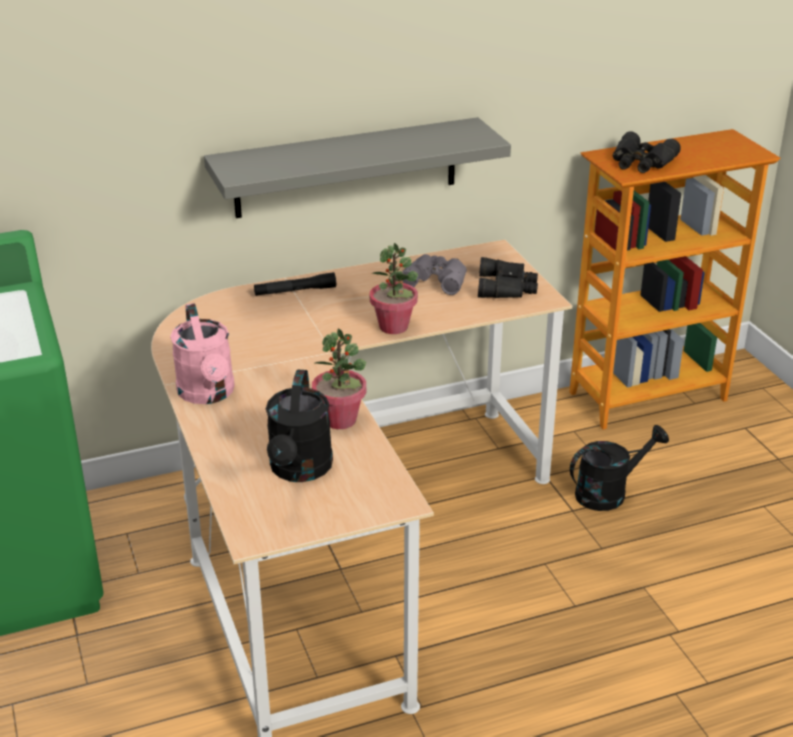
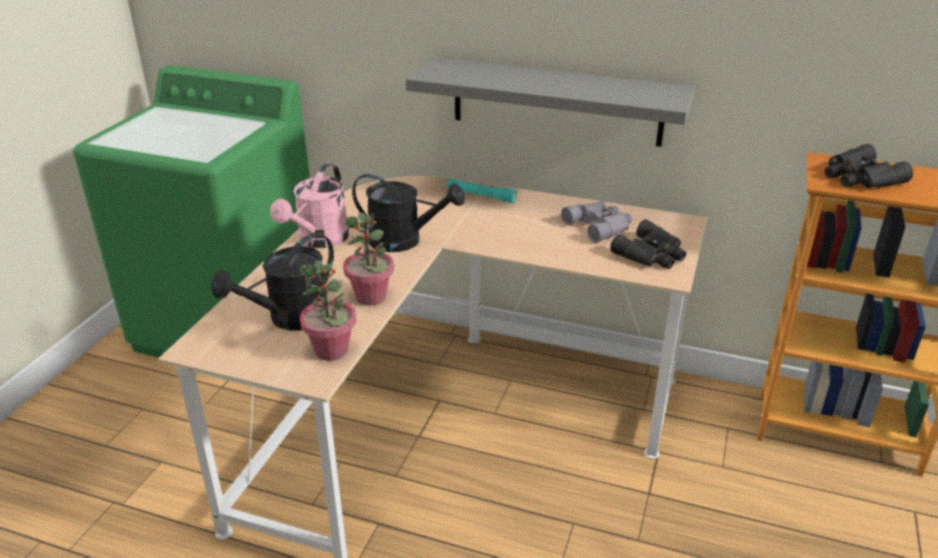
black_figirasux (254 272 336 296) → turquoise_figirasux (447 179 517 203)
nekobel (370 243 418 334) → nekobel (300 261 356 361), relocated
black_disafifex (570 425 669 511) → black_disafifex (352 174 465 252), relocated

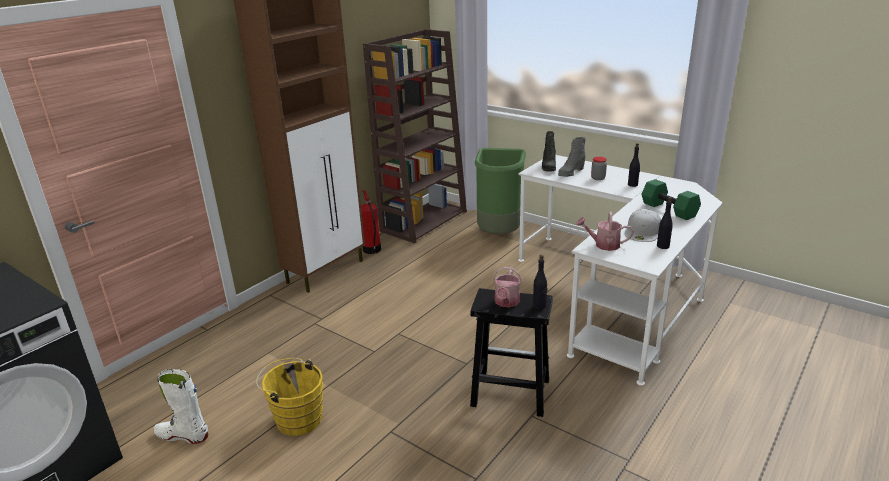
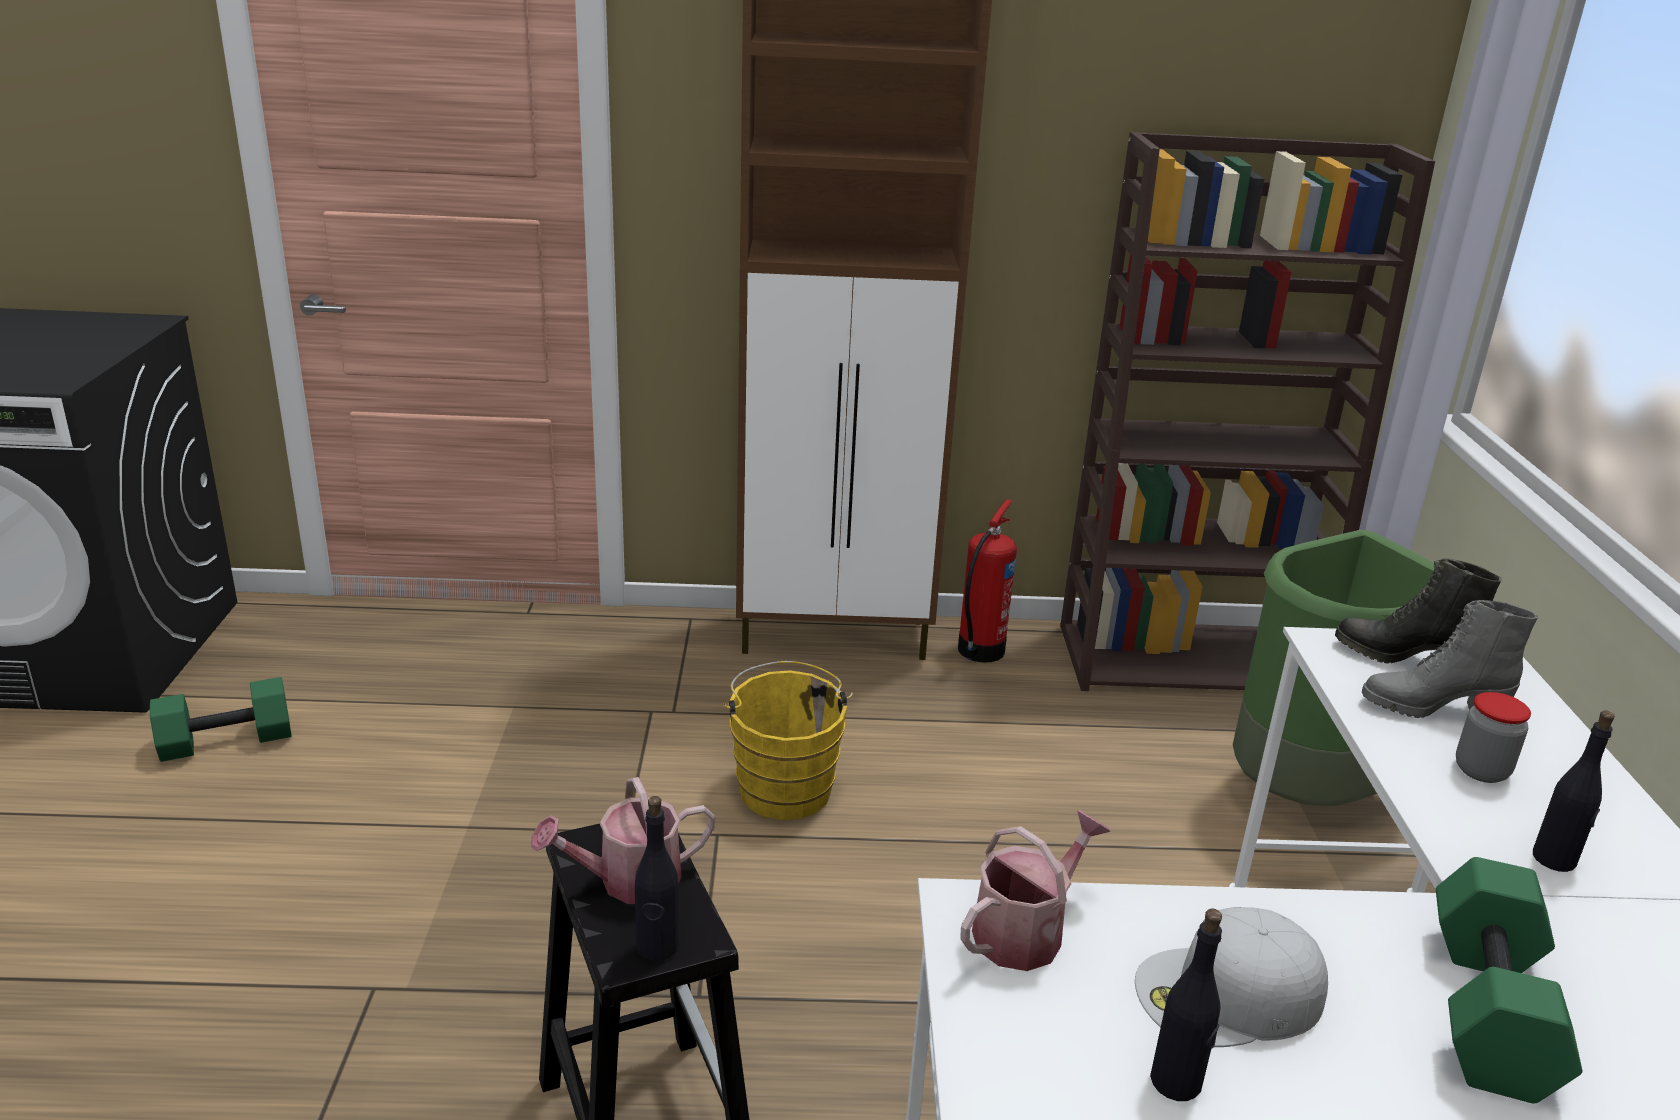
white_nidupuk (154 369 208 444) → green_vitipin (150 677 292 762)
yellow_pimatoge (256 358 323 436) → yellow_pimatoge (723 661 853 820), relocated
black_nidupuk (542 131 556 172) → black_nidupuk (1335 559 1502 663), 60 degrees clockwise
disafifex (576 212 634 251) → disafifex (960 810 1110 971), 75 degrees clockwise

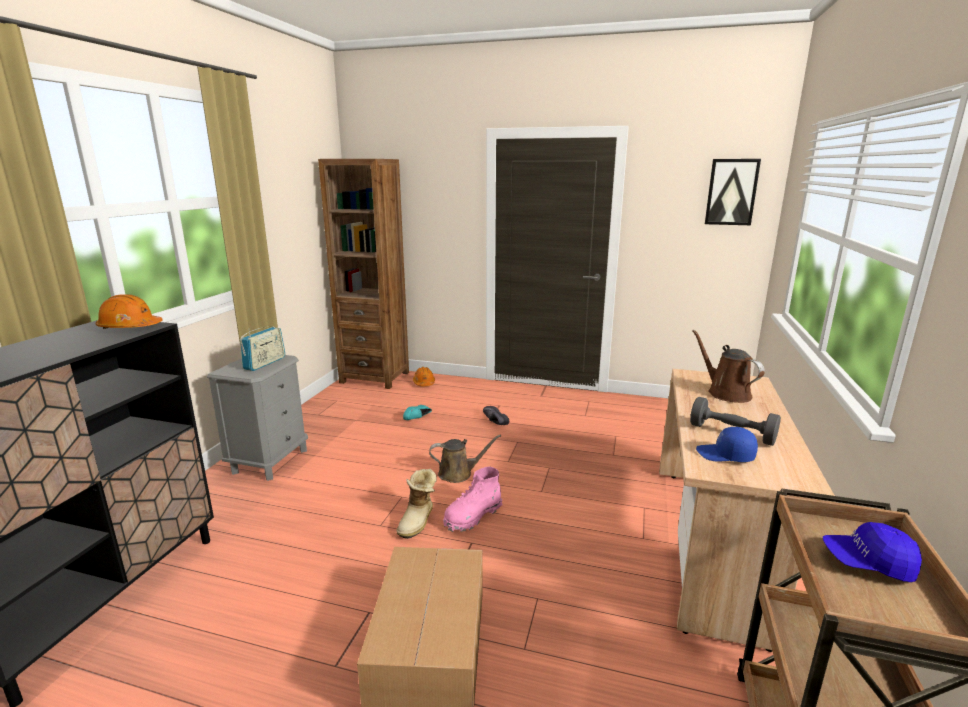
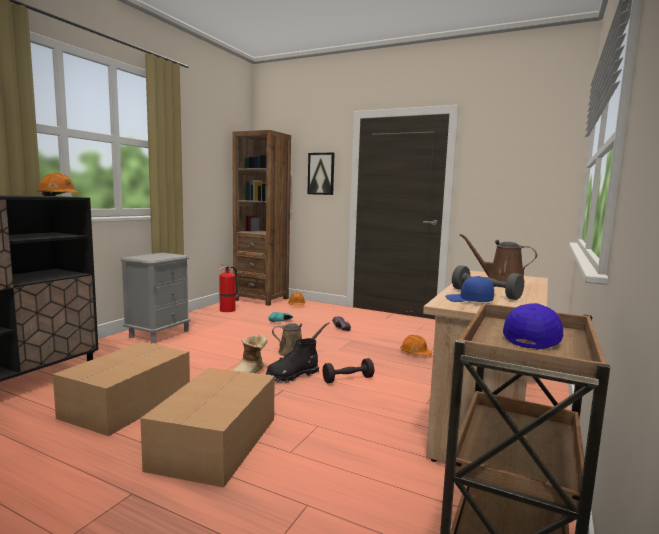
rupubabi (240 327 285 371) → -
pink_nidupuk (443 466 502 532) → black_nidupuk (266 338 319 383)
brown_disafifex (692 330 765 403) → brown_disafifex (460 234 537 283), 45 degrees counterclockwise
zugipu (705 159 761 225) → zugipu (307 152 335 195), relocated
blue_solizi (823 522 922 582) → blue_solizi (503 303 563 350), 105 degrees clockwise
- → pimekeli (53 342 190 436)
- → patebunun (219 264 239 312)
- → black_vitipin (323 358 374 383)
- → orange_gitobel (400 335 432 356)

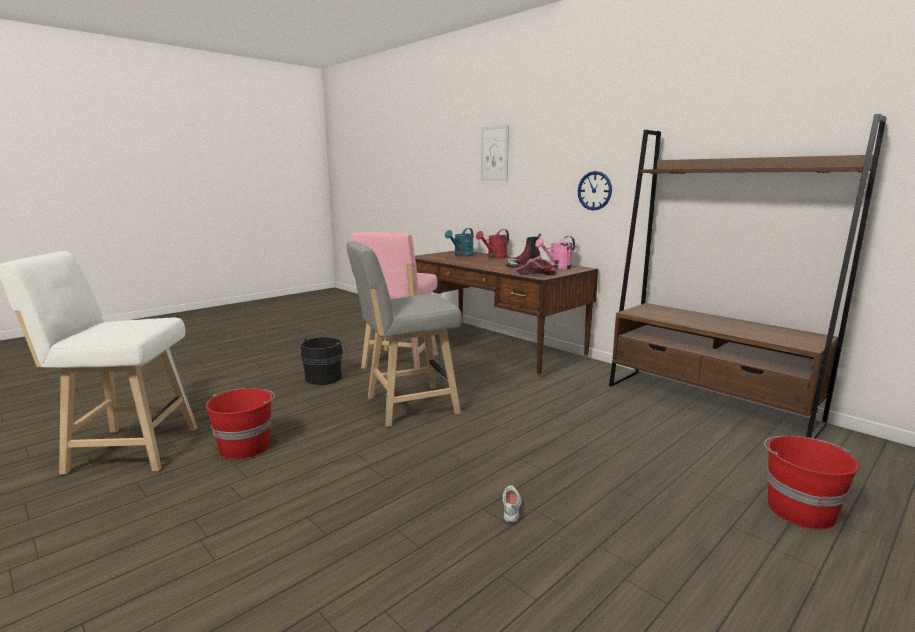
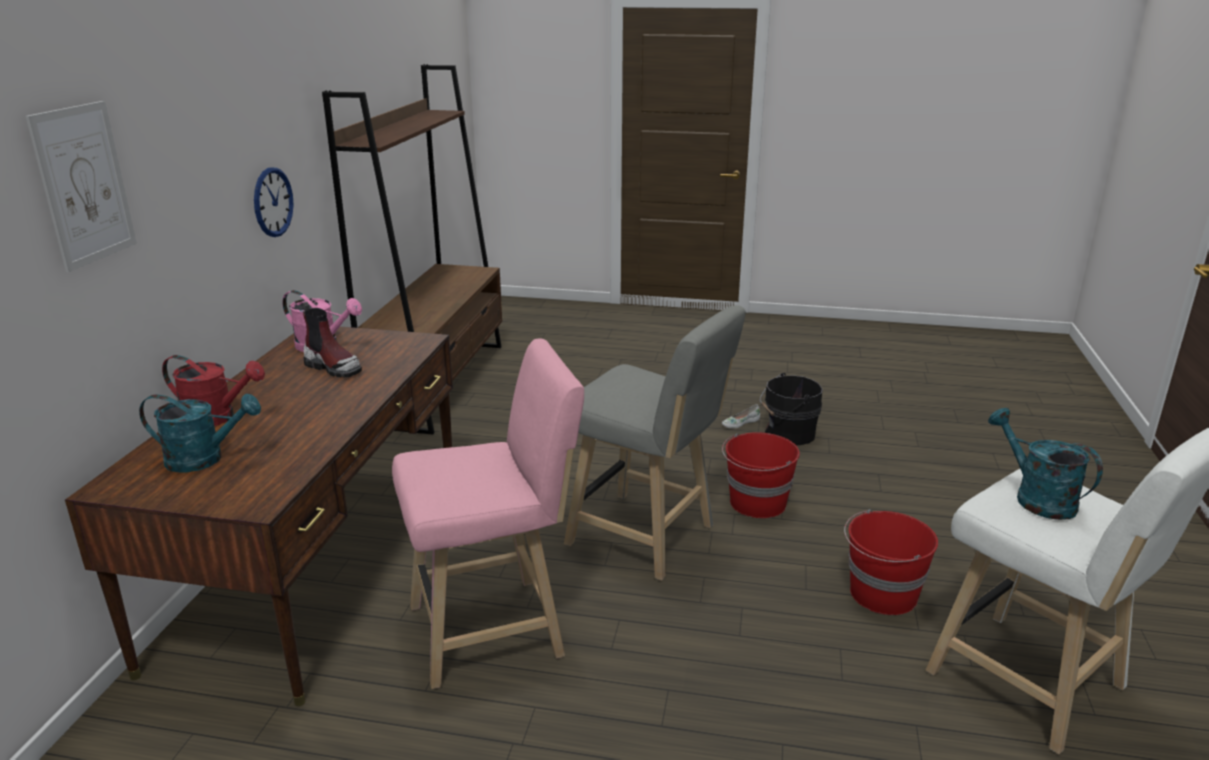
black_pimatoge (301 337 347 385) → black_pimatoge (760 373 823 445), relocated
solizi (515 258 556 275) → -
red_pimatoge (764 436 859 529) → red_pimatoge (722 432 800 518), relocated
- → turquoise_disafifex (988 408 1103 520)

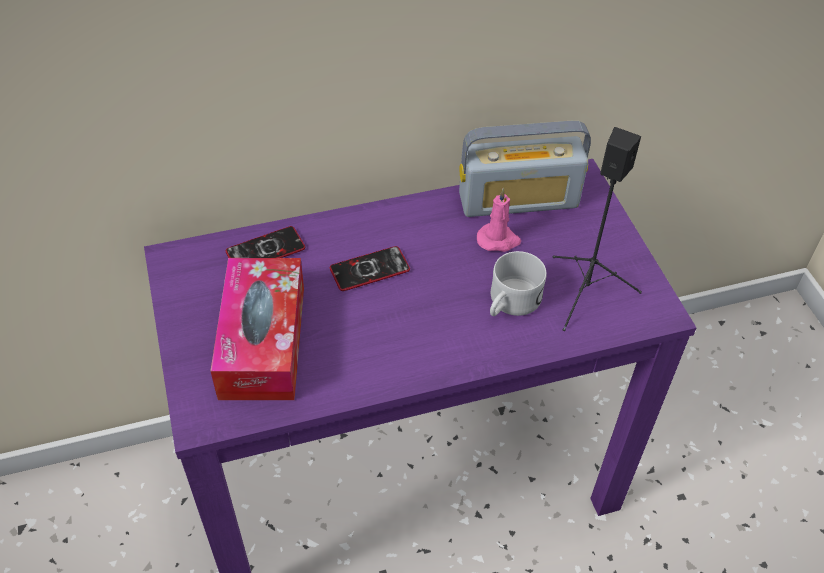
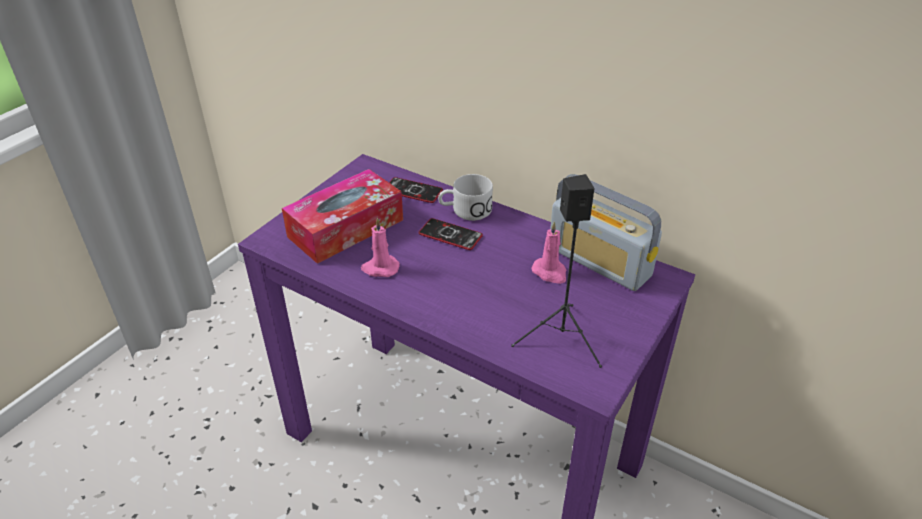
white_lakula (490 251 546 316) → white_lakula (438 174 493 221), relocated
- → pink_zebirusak (361 218 400 277)

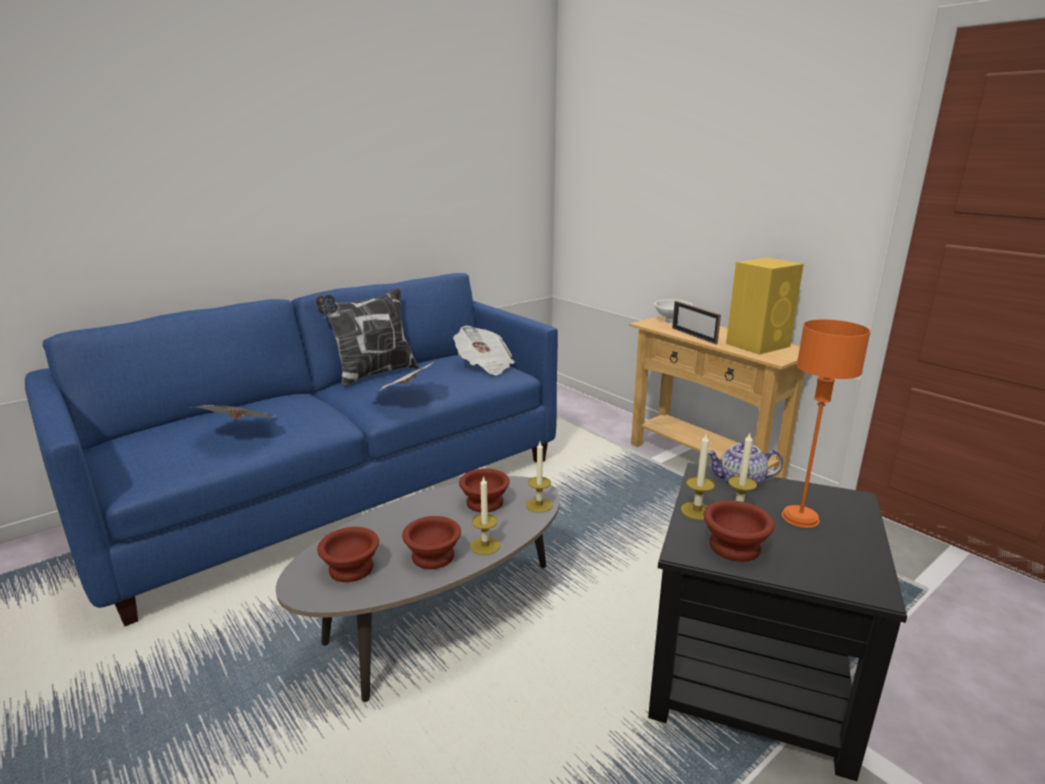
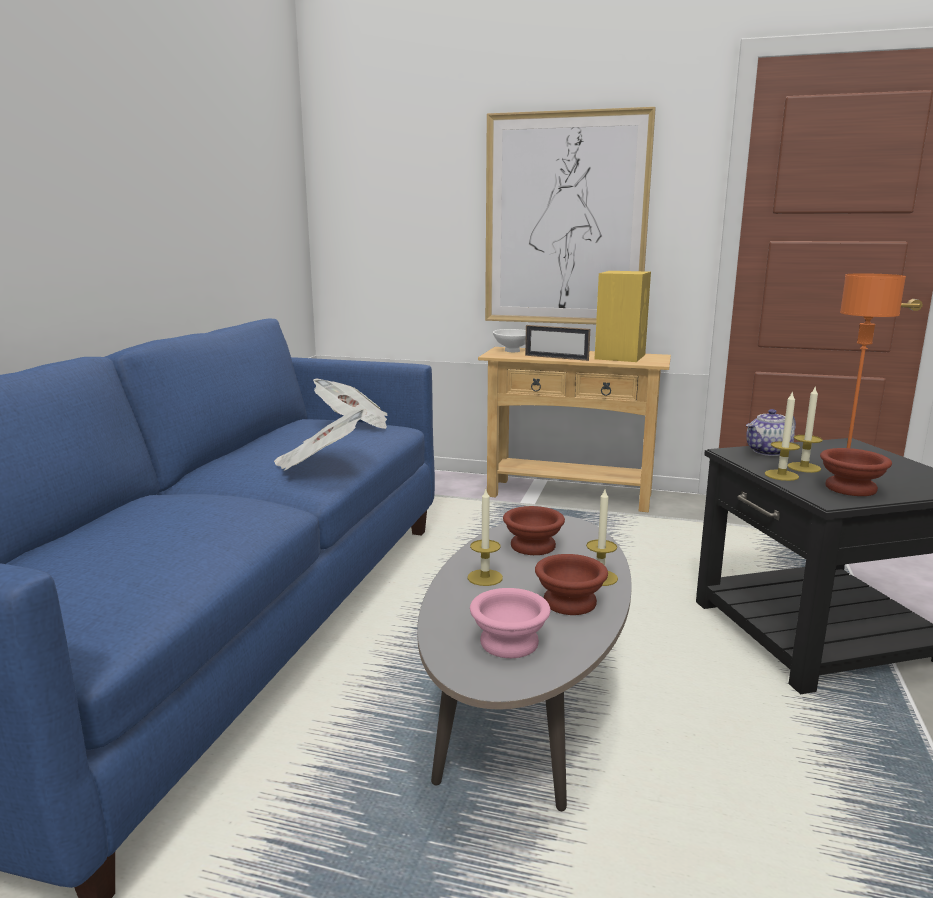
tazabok (190 405 274 419) → -
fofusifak (316 288 419 387) → -
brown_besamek (317 527 379 582) → pink_besamek (470 588 550 658)
zebirusak (526 442 553 513) → zebirusak (467 489 503 586), relocated
- → zugipu (485 107 656 324)

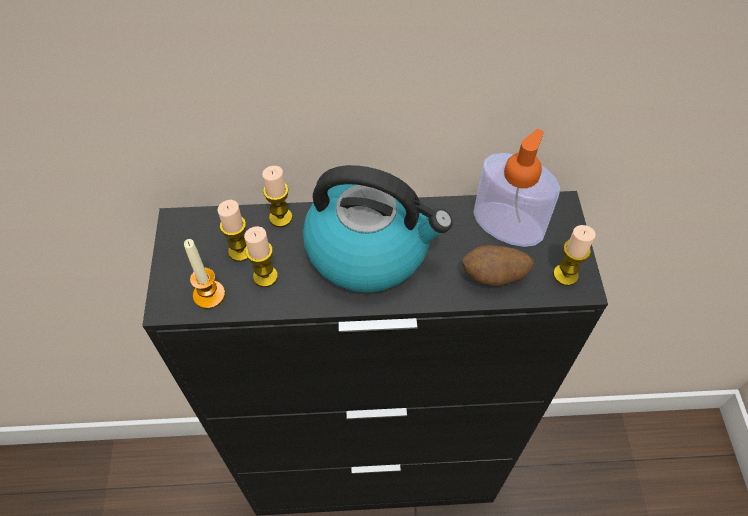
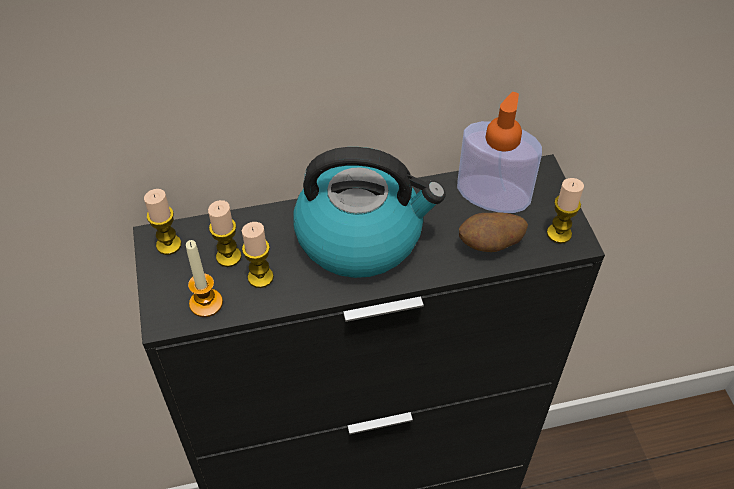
zebirusak (262 166 293 227) → zebirusak (144 189 182 255), relocated

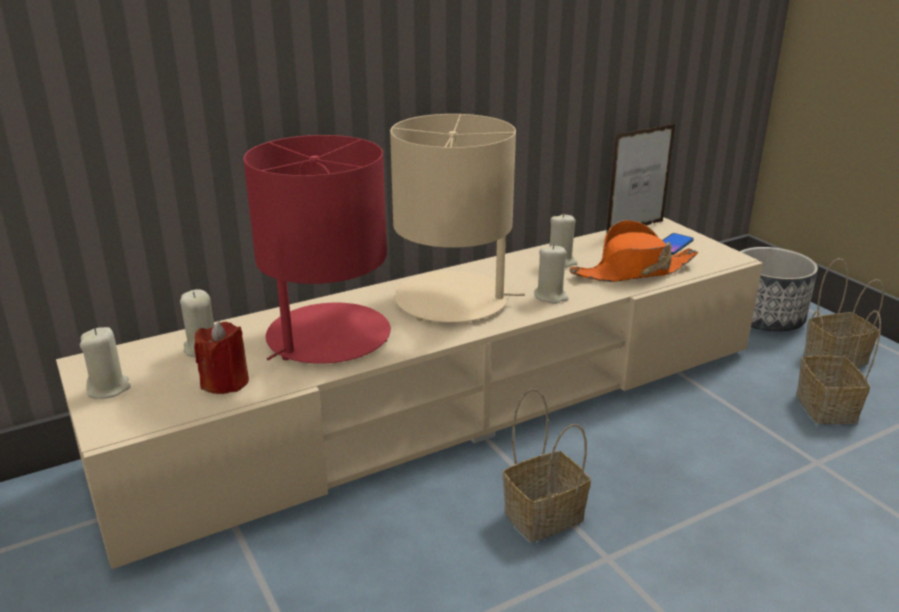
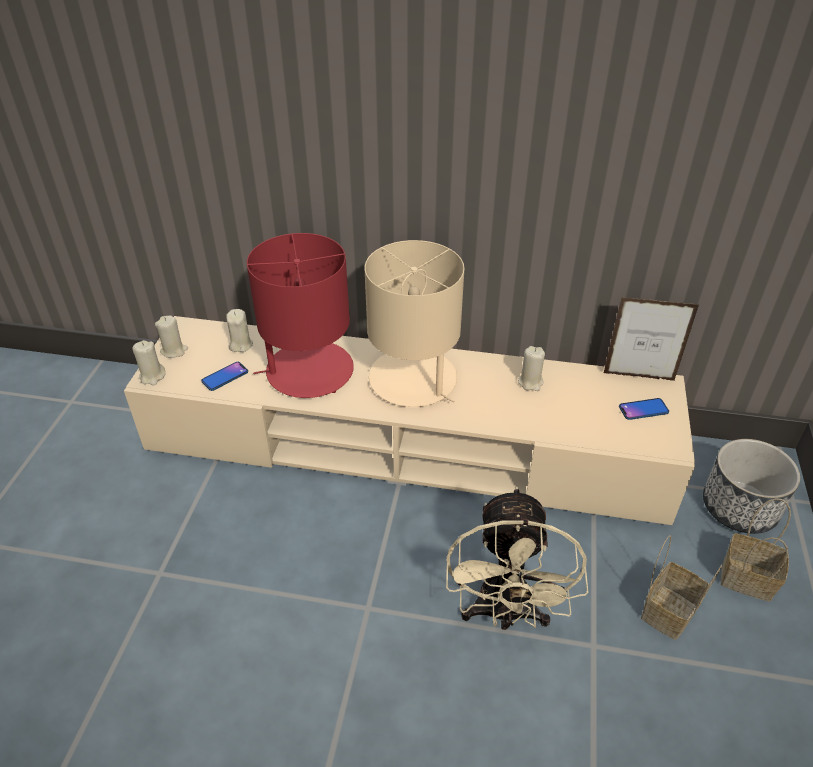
red_zebirusak (194 321 249 394) → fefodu (201 362 248 391)
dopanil (503 389 591 542) → -
beige_zebirusak (534 244 569 304) → beige_zebirusak (132 340 166 385), relocated
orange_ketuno (569 220 698 282) → -
- → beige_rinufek (446 486 588 630)

